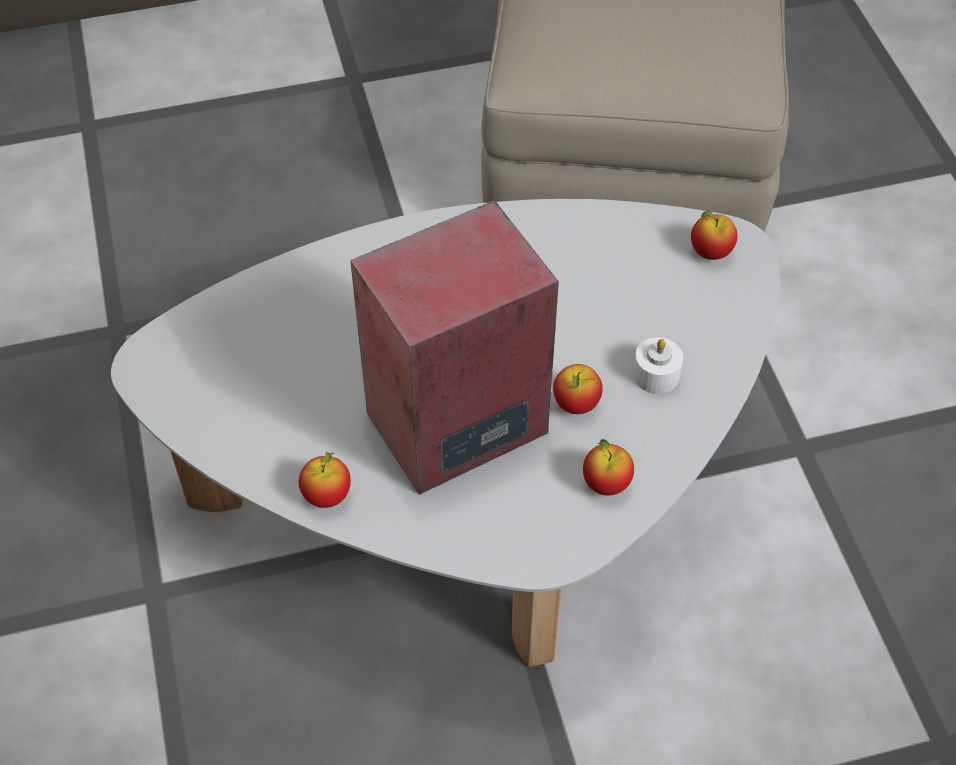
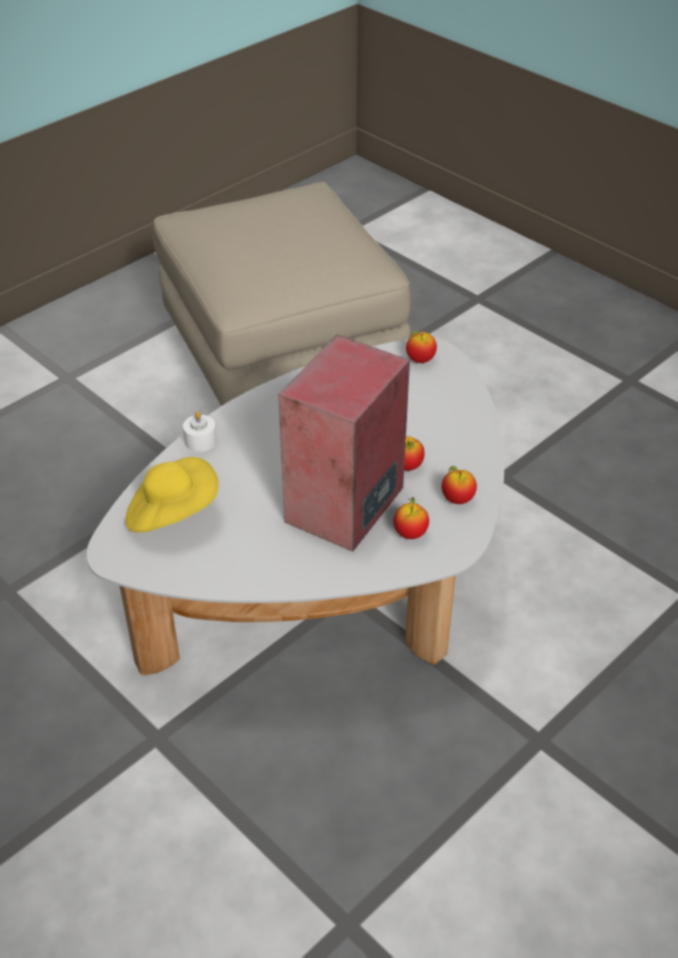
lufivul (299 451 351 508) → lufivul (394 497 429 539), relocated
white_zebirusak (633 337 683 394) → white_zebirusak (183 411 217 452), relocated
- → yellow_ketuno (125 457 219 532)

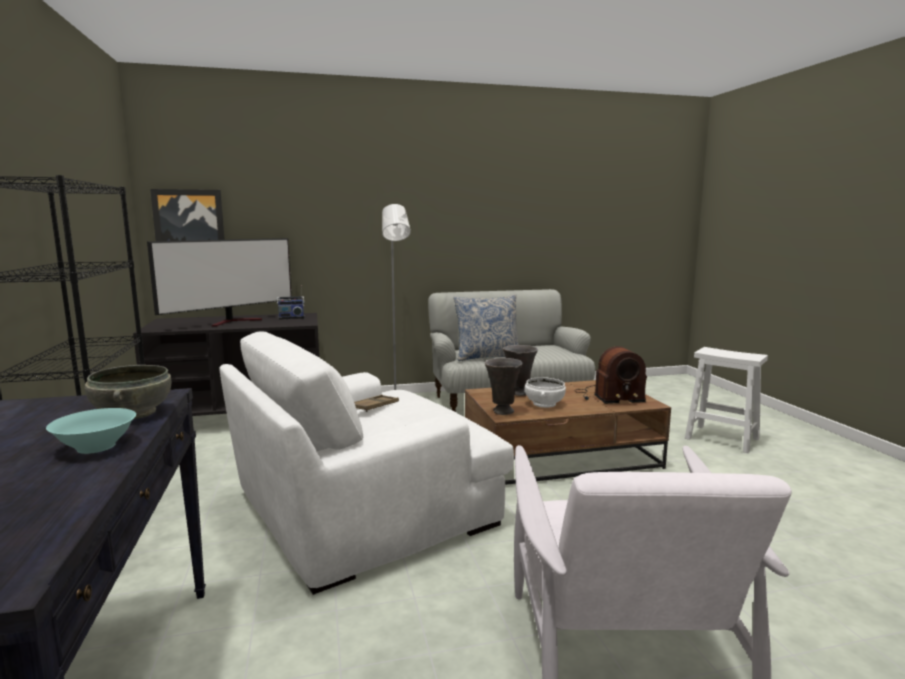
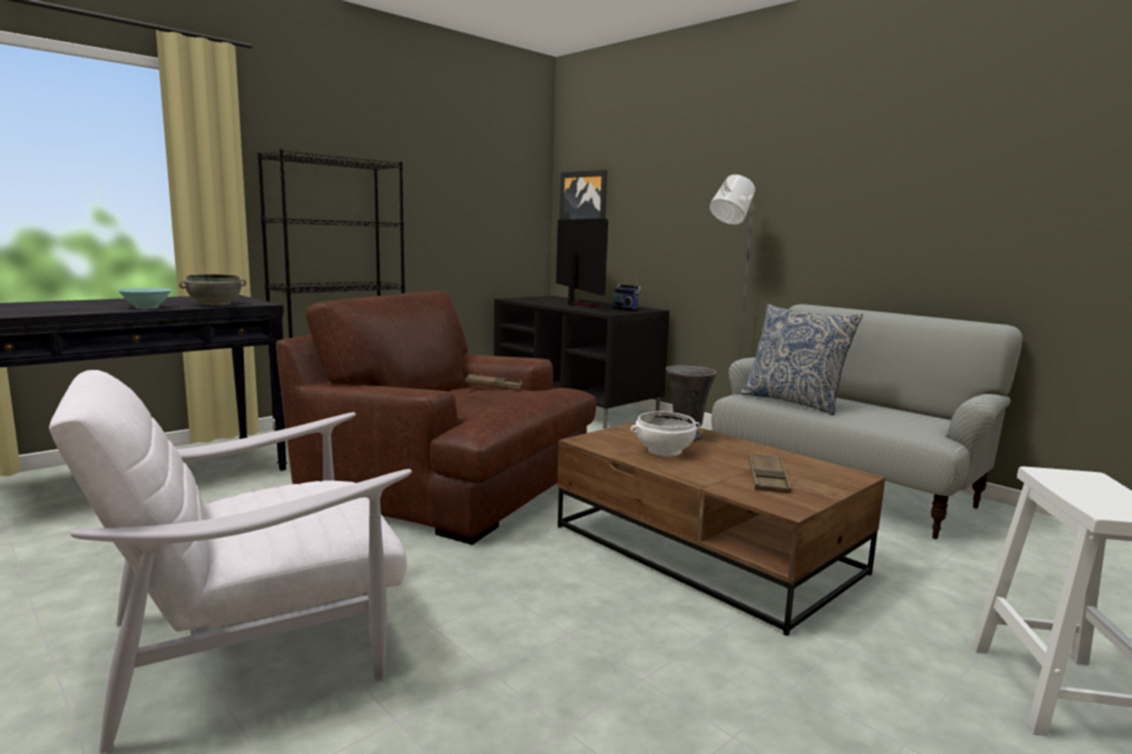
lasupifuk (147 238 292 326) → lasupifuk (556 218 608 307), 120 degrees counterclockwise
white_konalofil (219 331 514 595) → brown_konalofil (276 291 596 545)
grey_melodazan (485 358 523 415) → -
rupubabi (574 346 647 404) → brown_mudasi (749 453 791 493)

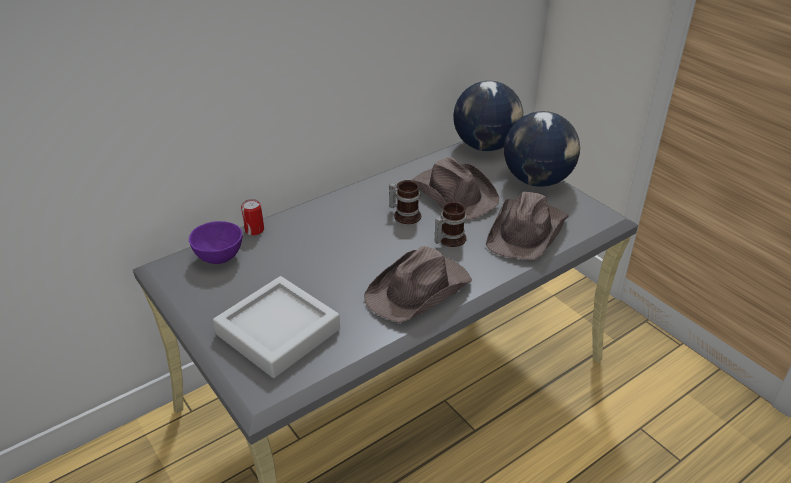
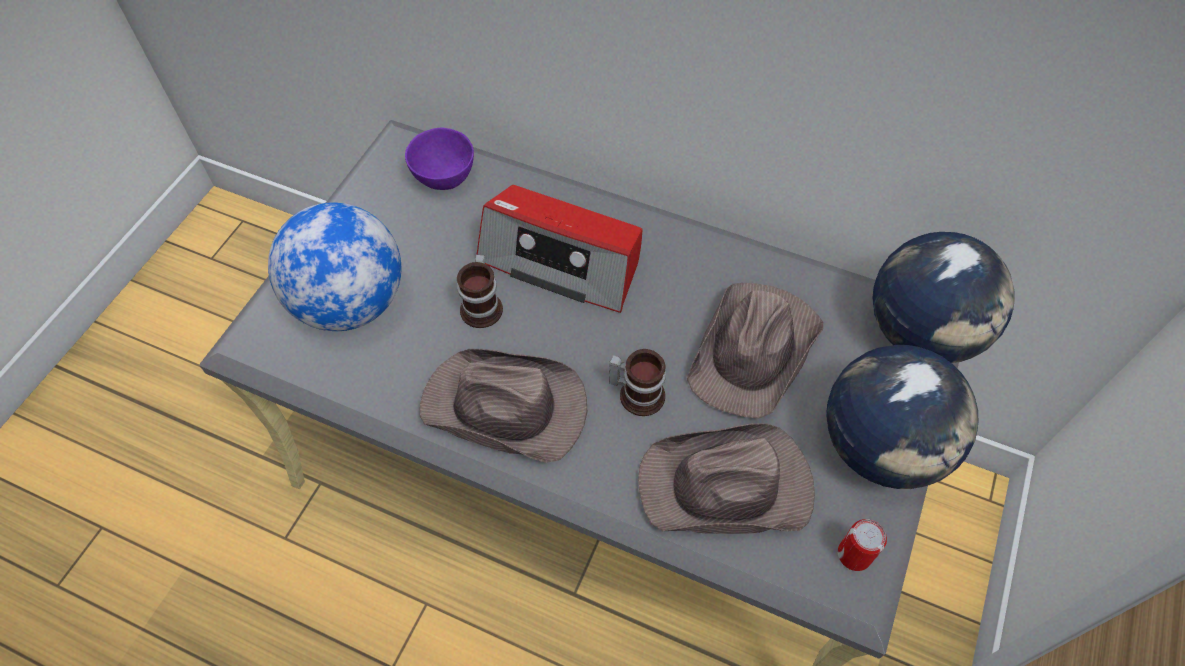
grey_mudasi (213 276 340 378) → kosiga (268 202 401 331)
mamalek (241 199 264 236) → mamalek (838 519 887 571), relocated
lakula (389 180 421 224) → lakula (457 255 503 328), relocated
- → rupubabi (477 185 642 313)

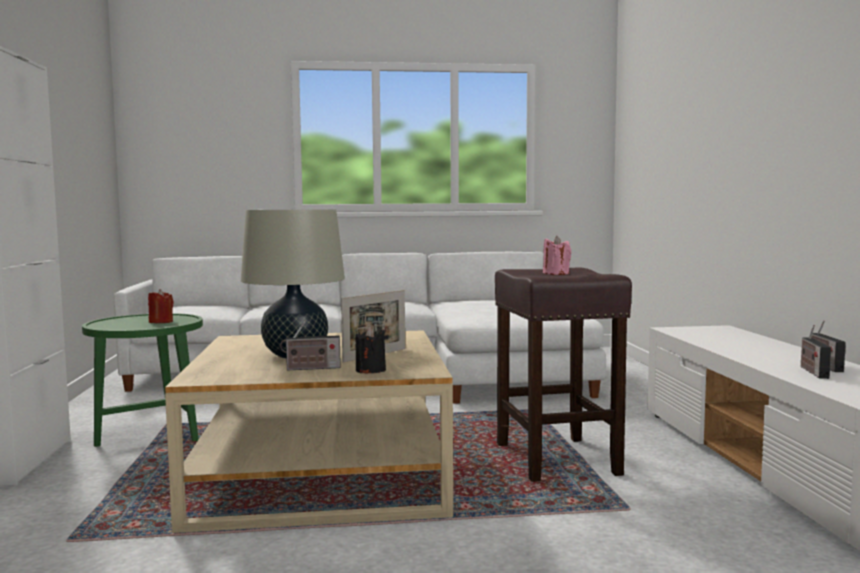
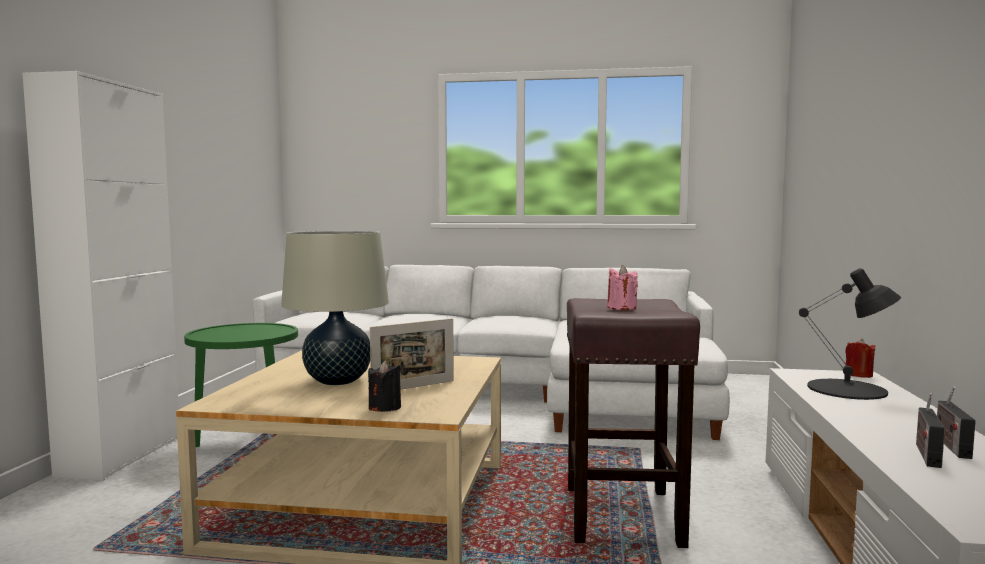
red_zebirusak (148 289 174 323) → red_zebirusak (845 339 875 378), relocated
rupubabi (280 321 341 370) → -
- → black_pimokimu (799 268 901 400)

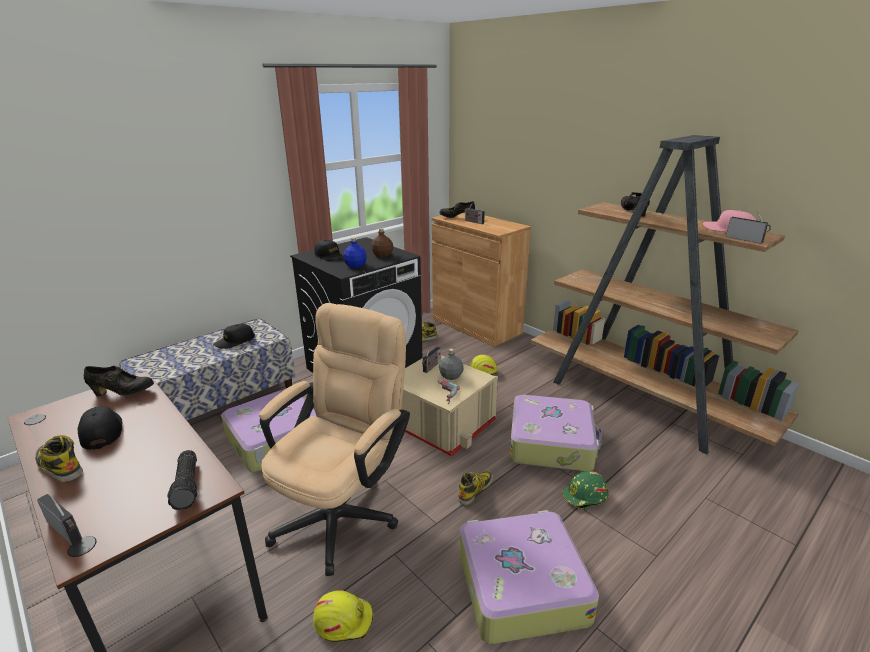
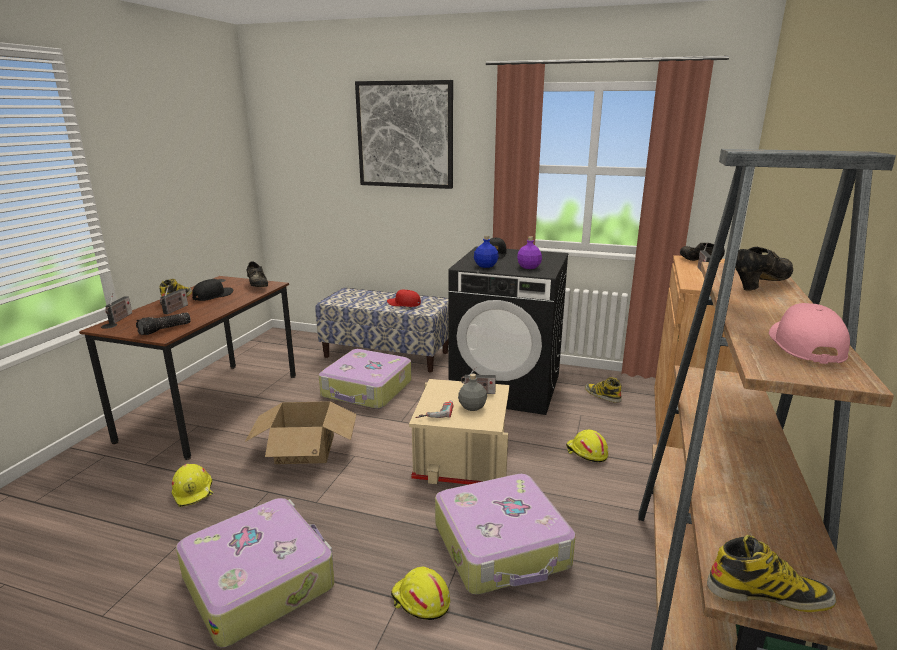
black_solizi (213 324 255 349) → red_solizi (387 290 421 307)
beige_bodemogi (259 303 410 576) → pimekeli (245 401 357 464)
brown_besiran (371 228 393 257) → purple_besiran (517 236 542 269)
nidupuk (458 471 493 505) → nidupuk (707 535 836 612), relocated
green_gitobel (562 471 609 511) → yellow_gitobel (391 567 450 620)
rupubabi (726 210 771 243) → rupubabi (160 285 188 314), relocated
- → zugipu (355 80 453 189)

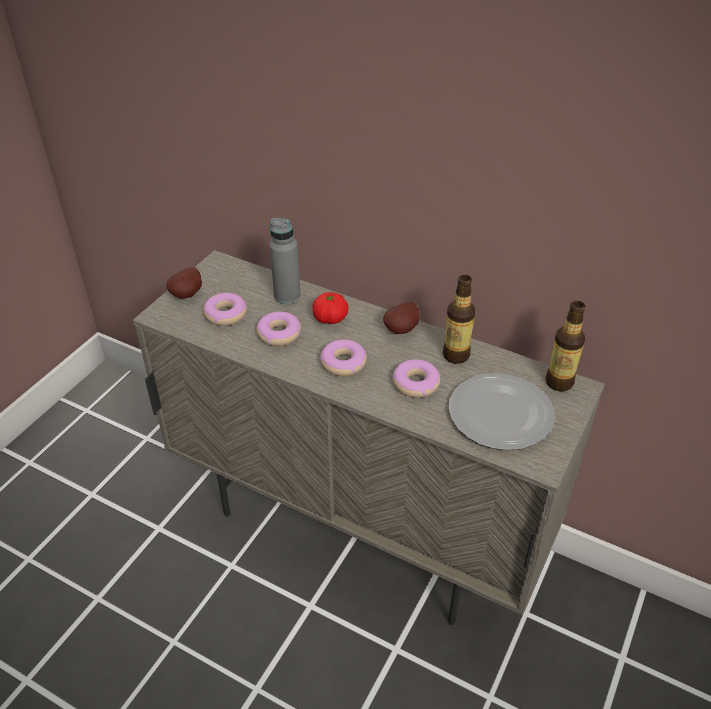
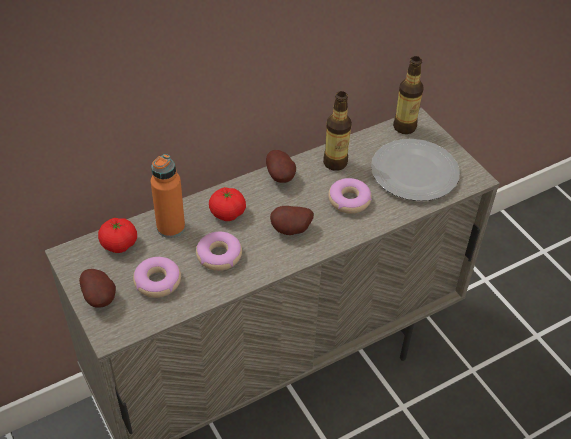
grey_besiran (270 218 301 304) → orange_besiran (151 154 185 238)
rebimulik (320 339 367 376) → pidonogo (270 206 314 235)
- → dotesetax (98 218 137 253)

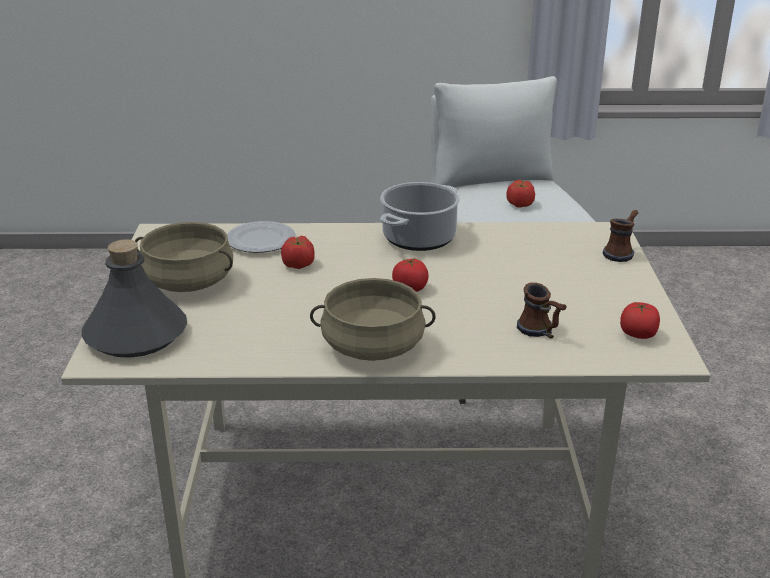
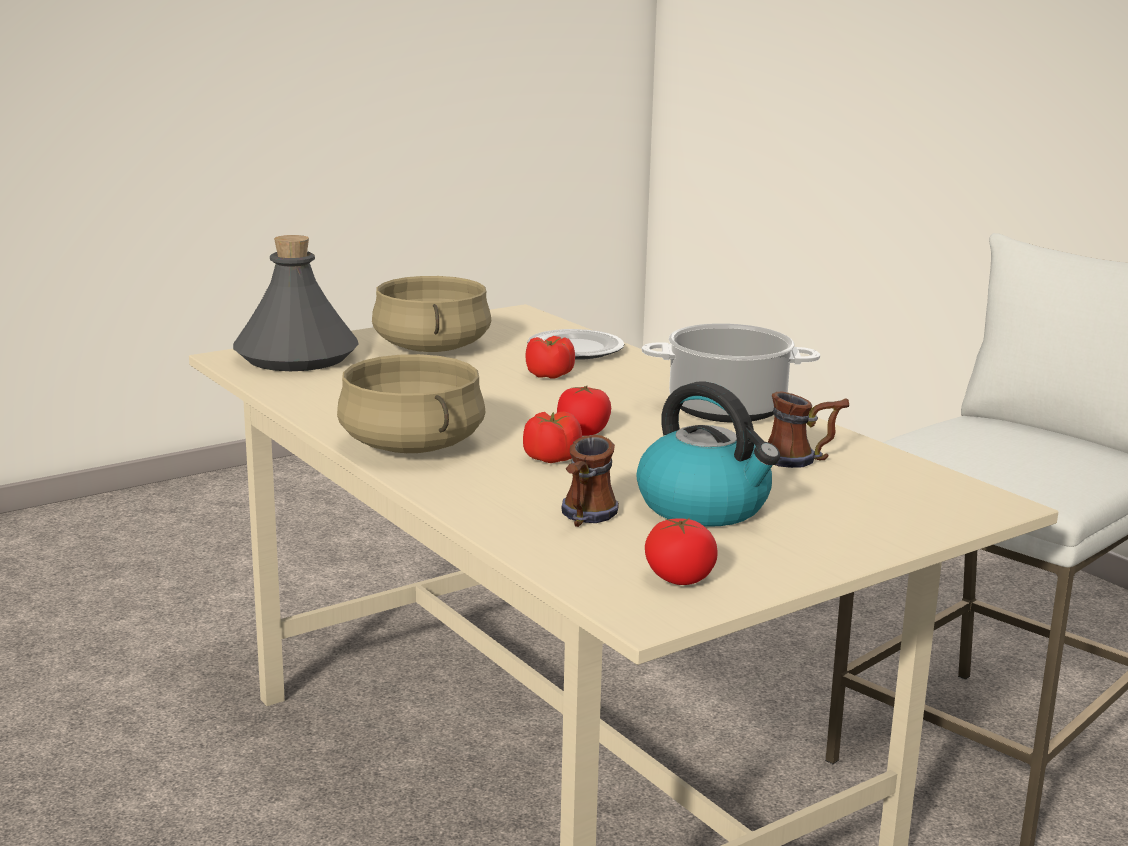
dotesetax (506 180 535 208) → dotesetax (523 412 582 463), relocated
lakula (603 210 638 262) → lakula (768 392 849 468), relocated
- → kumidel (637 382 780 527)

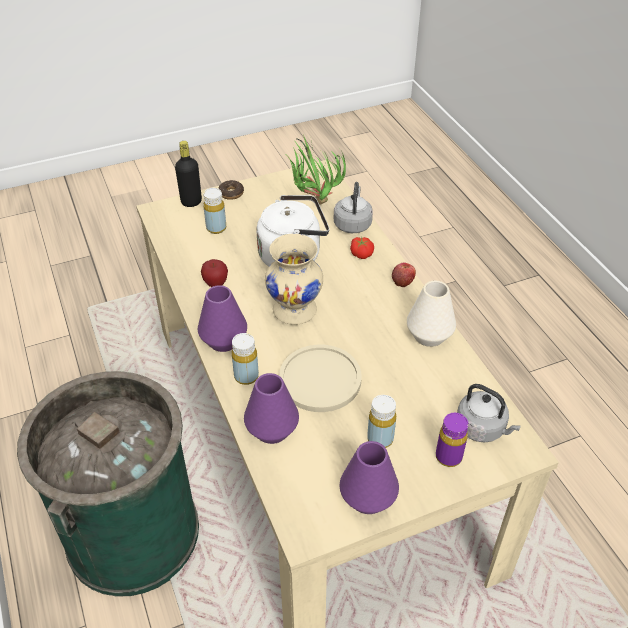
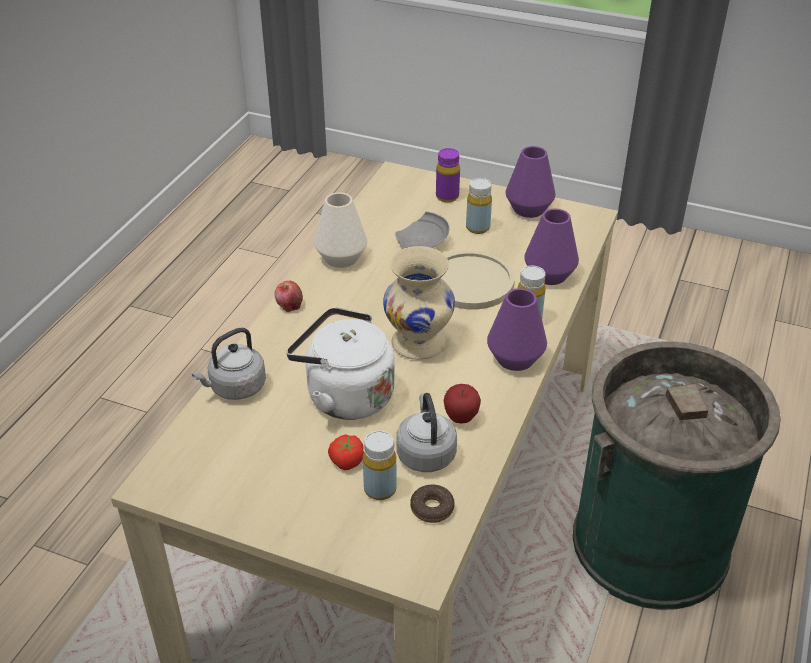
black_besiran (175 141 202 207) → -
rebimulik (218 180 244 200) → rebimulik (410 485 455 523), relocated
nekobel (287 135 346 205) → -
dotesetax (350 237 374 259) → dotesetax (328 435 364 470), relocated
grey_kumidel (457 384 521 442) → grey_kumidel (396 393 457 472), relocated
- → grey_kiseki (395 211 450 248)

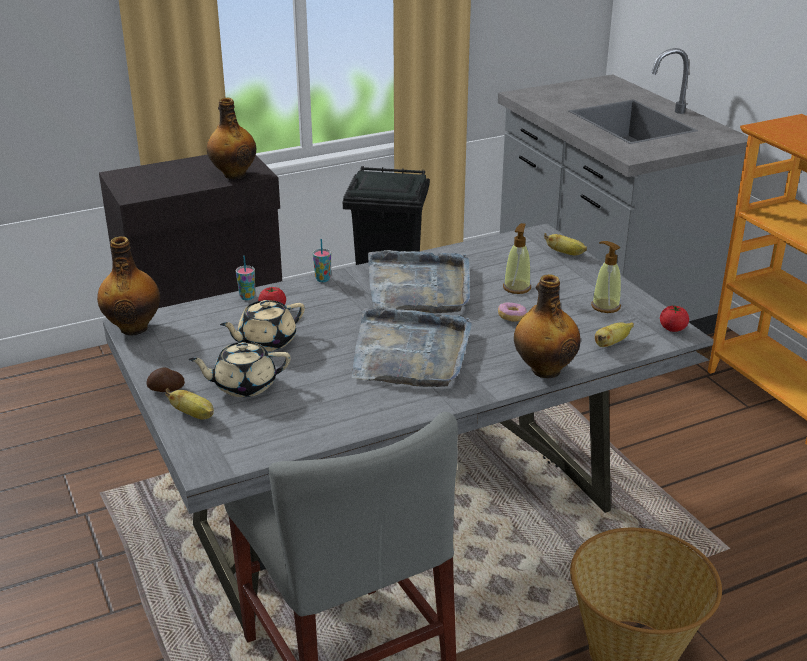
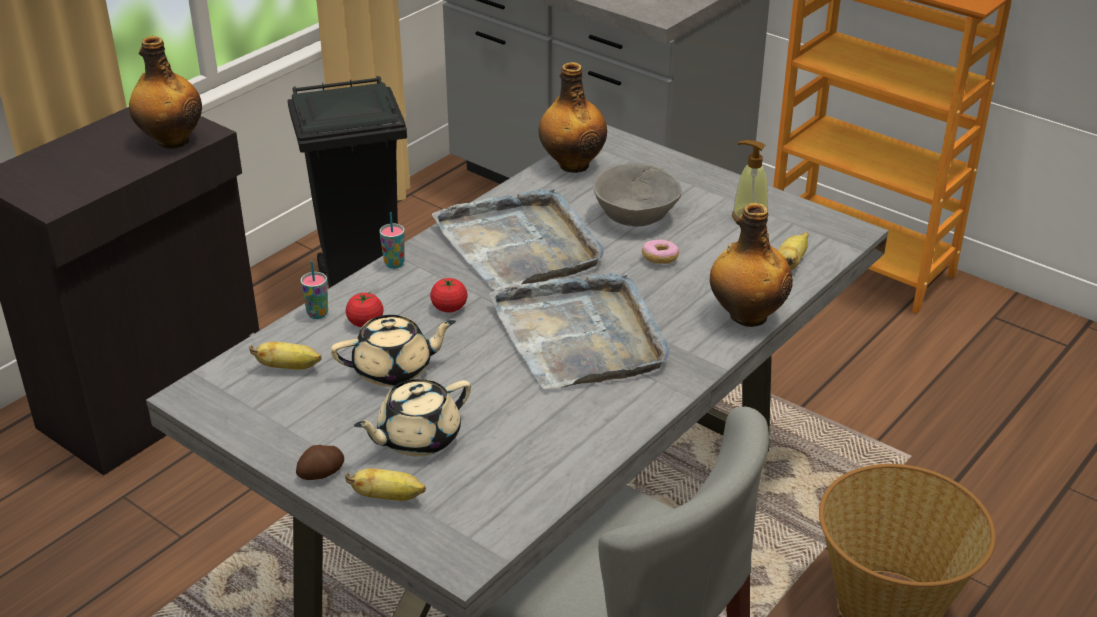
besiran (97 236 160 336) → besiran (539 62 607 173), relocated
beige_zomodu (220 300 305 351) → beige_zomodu (331 315 456 387), 135 degrees counterclockwise
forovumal (503 223 531 294) → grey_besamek (593 163 682 227)
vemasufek (544 233 587 255) → vemasufek (249 342 321 370), relocated
dotesetax (660 306 689 332) → dotesetax (430 278 468 313), relocated

